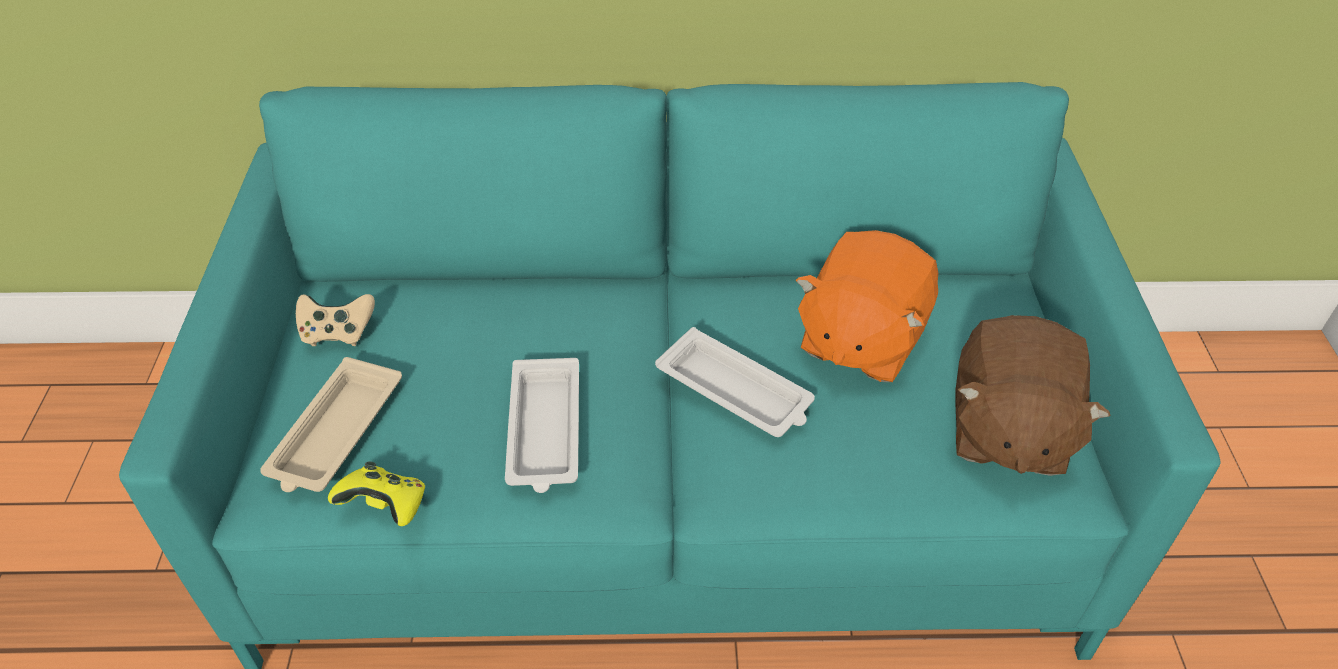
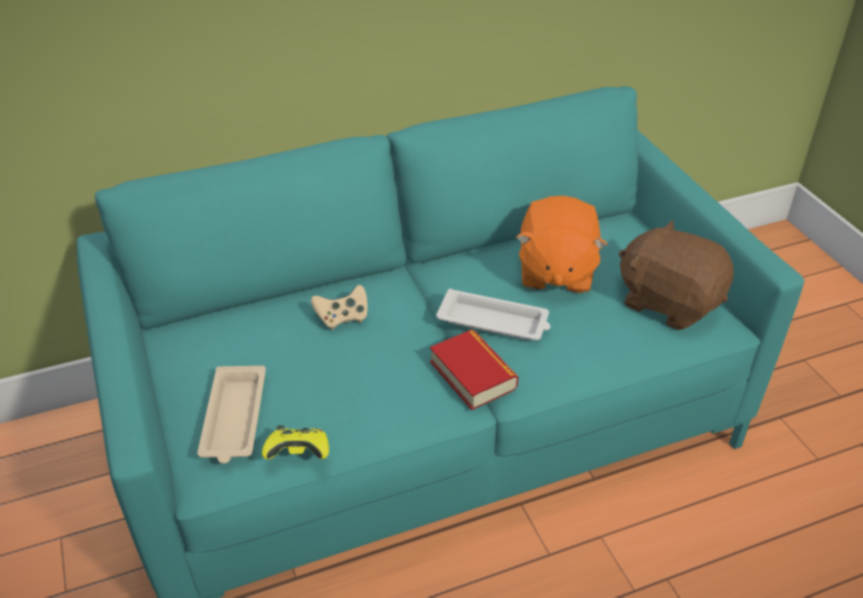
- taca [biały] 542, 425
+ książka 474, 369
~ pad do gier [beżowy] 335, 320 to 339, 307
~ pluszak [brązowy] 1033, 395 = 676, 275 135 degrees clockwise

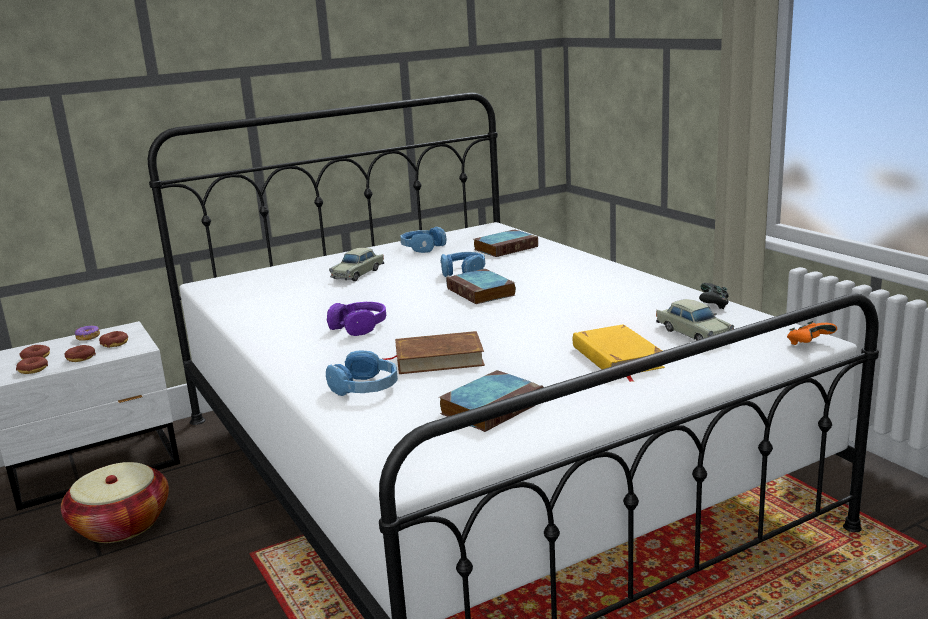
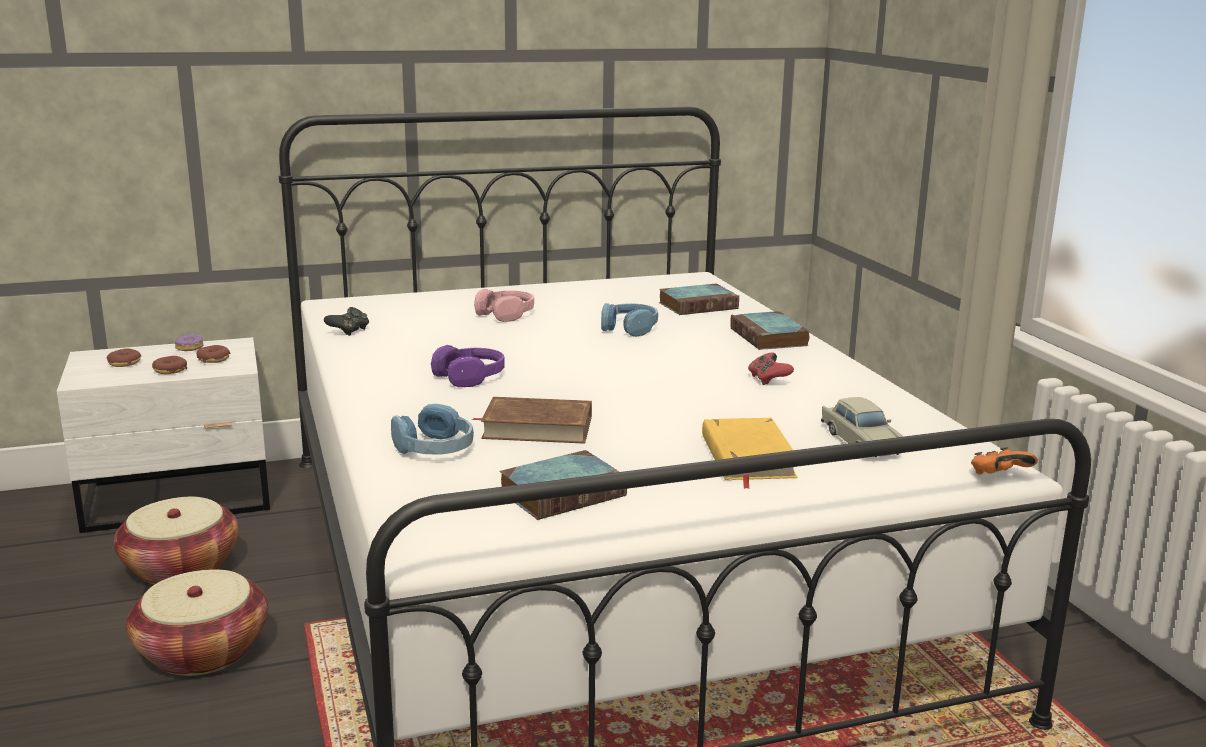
- donut 32, 365
- słuchawki [niebieski] 423, 240
+ koszyk 197, 622
+ pad do gier [czerwony] 771, 369
~ książka 481, 286 to 769, 330
~ pad do gier [czarny] 714, 296 to 346, 321
~ samochodzik [beżowy] 356, 264 to słuchawki [różowy] 504, 305

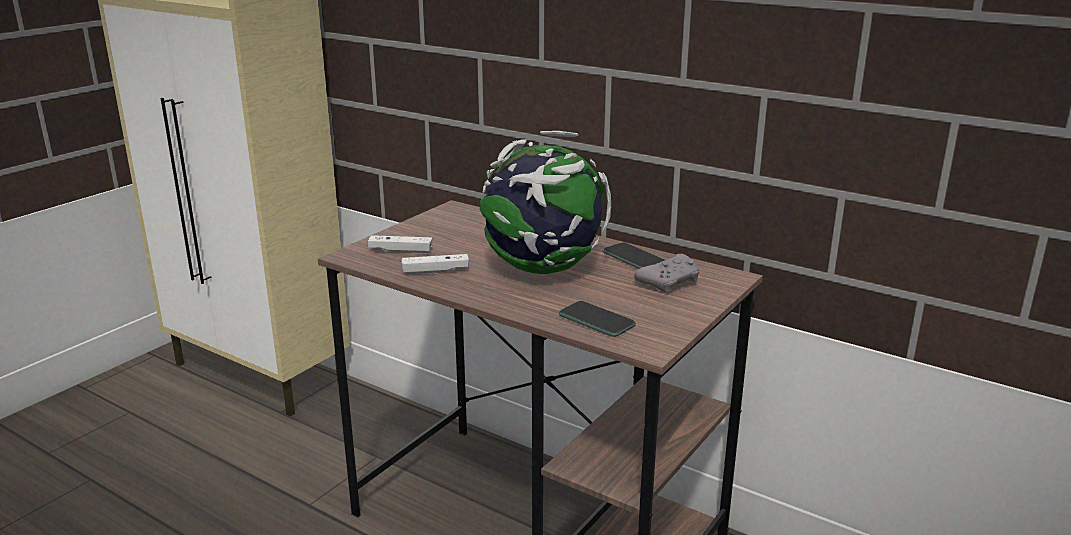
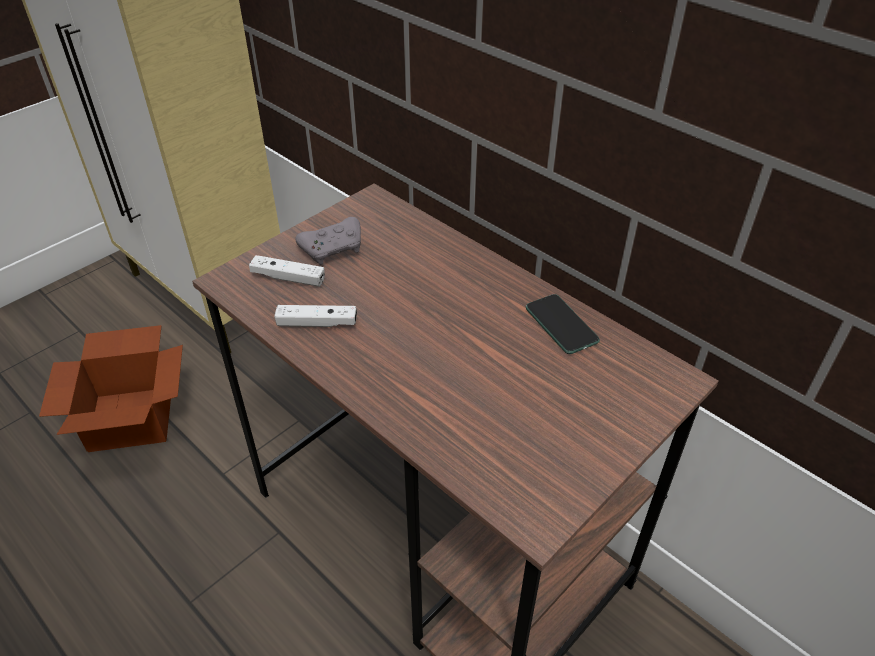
- globus 545, 202
- telefon 597, 319
+ karton 111, 388
~ pad do gier [szary] 667, 273 to 328, 241

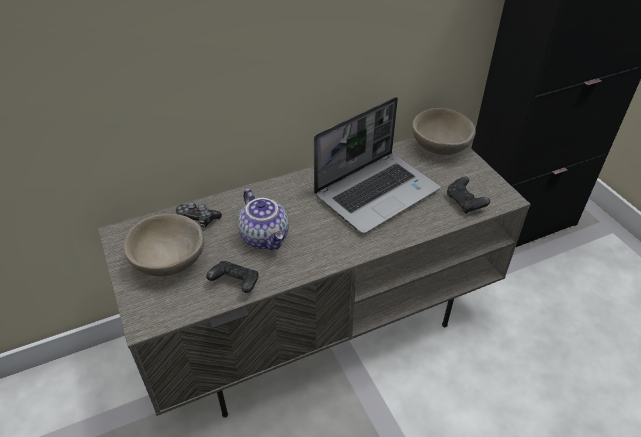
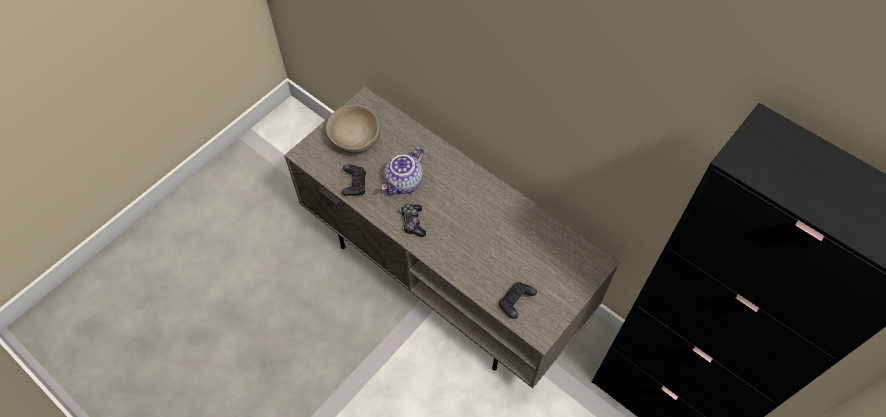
- laptop 377, 165
- miska [beżowy] 444, 131
~ pad do gier 199, 215 to 413, 220

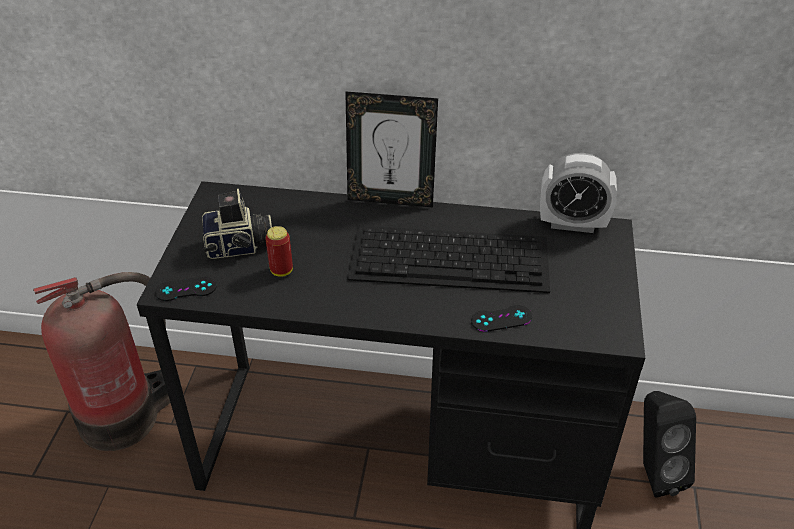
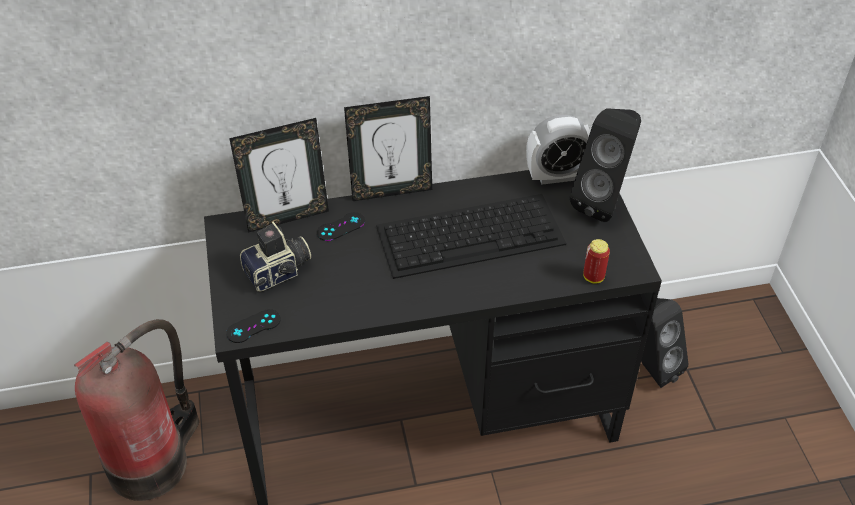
+ ramka na zdjęcie 279, 175
+ głośnik [czarny] 605, 165
~ puszka 279, 251 to 596, 261
~ pad do gier [czarny] 501, 318 to 341, 226

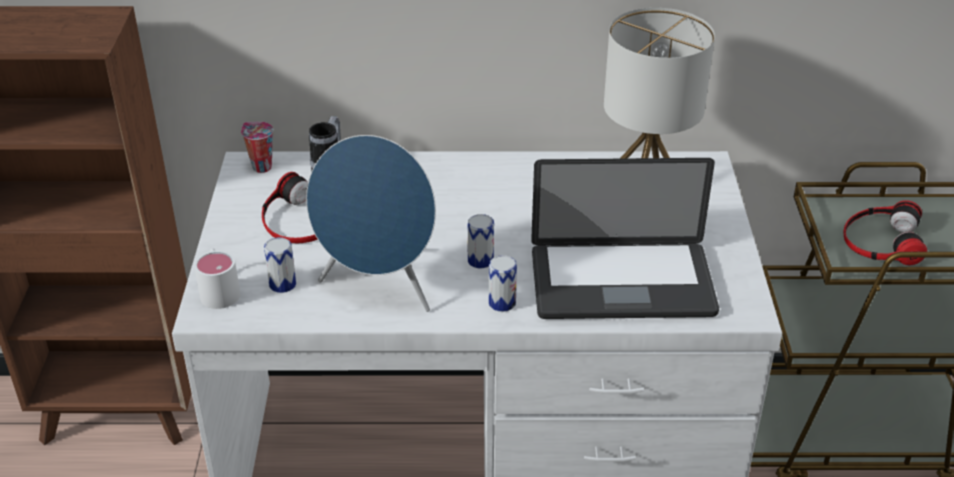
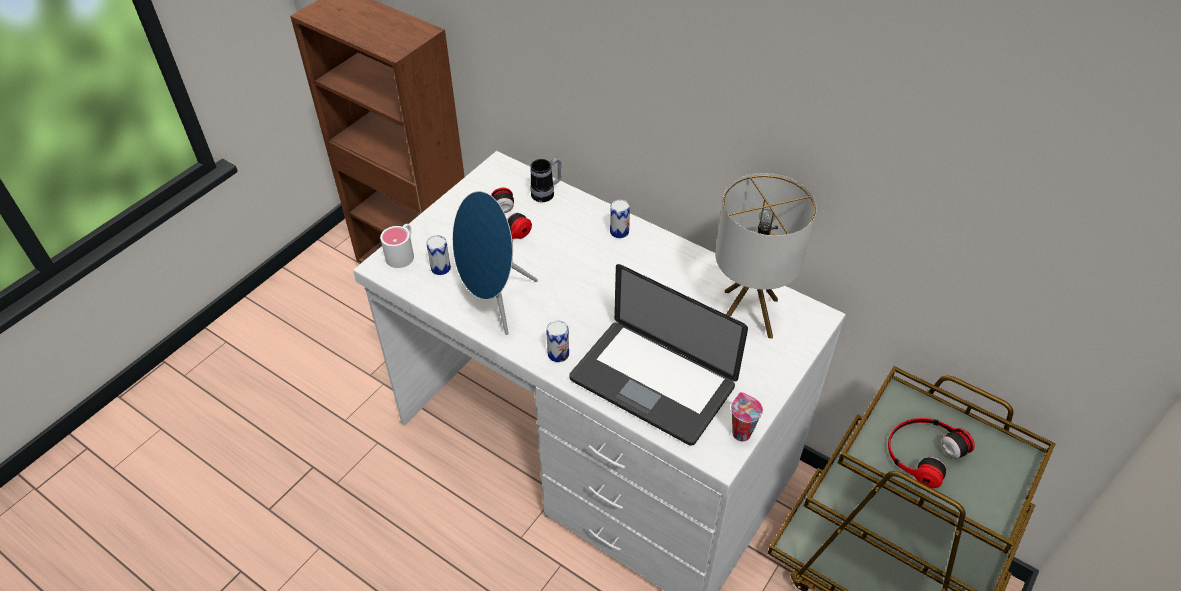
~ filiżanka 257, 147 to 747, 416
~ puszka 480, 241 to 620, 219

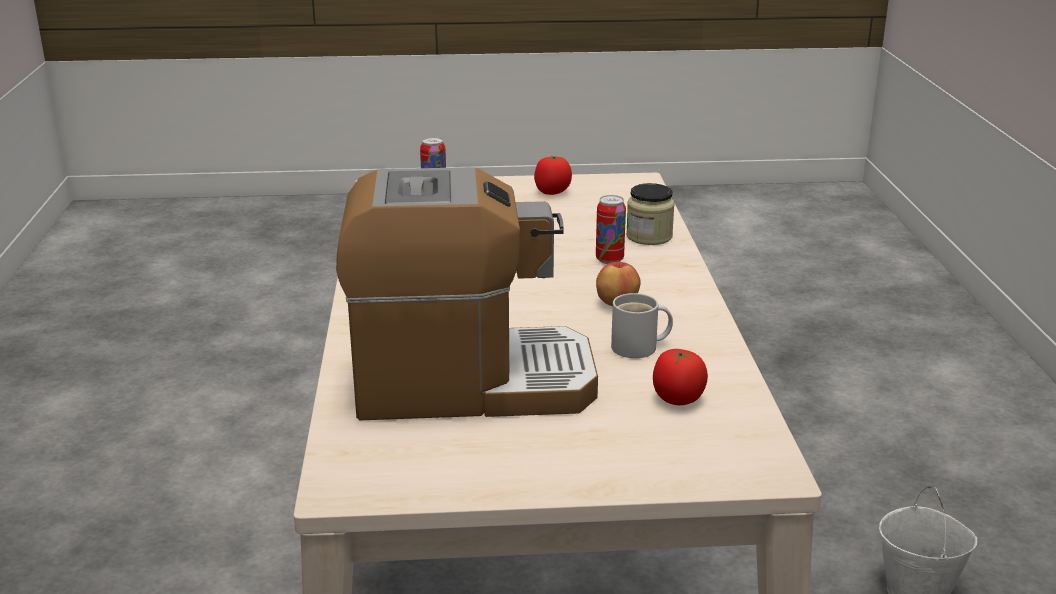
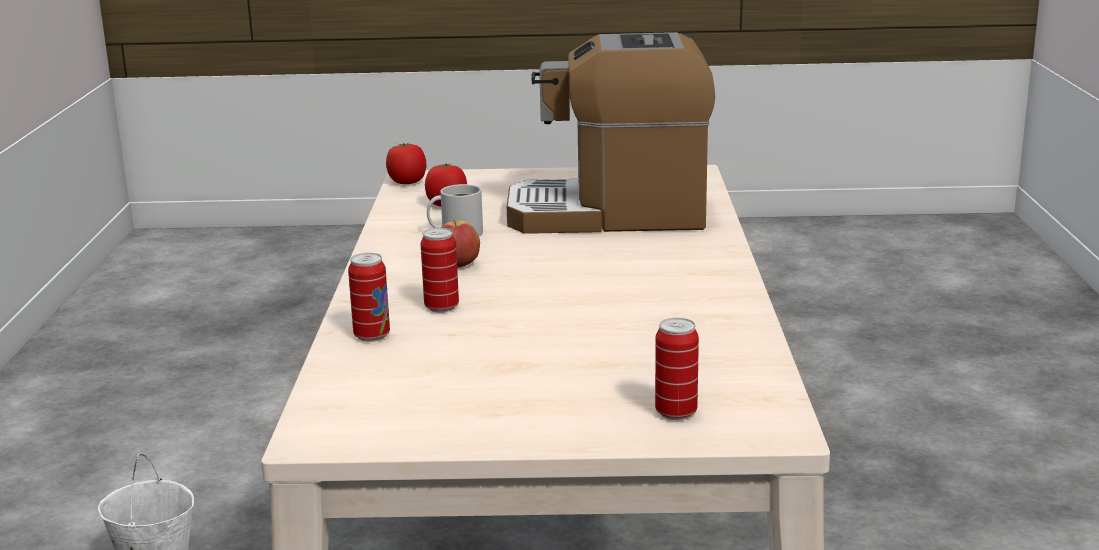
~ pomidor 553, 175 to 406, 163
~ słoik 650, 214 to puszka 369, 297

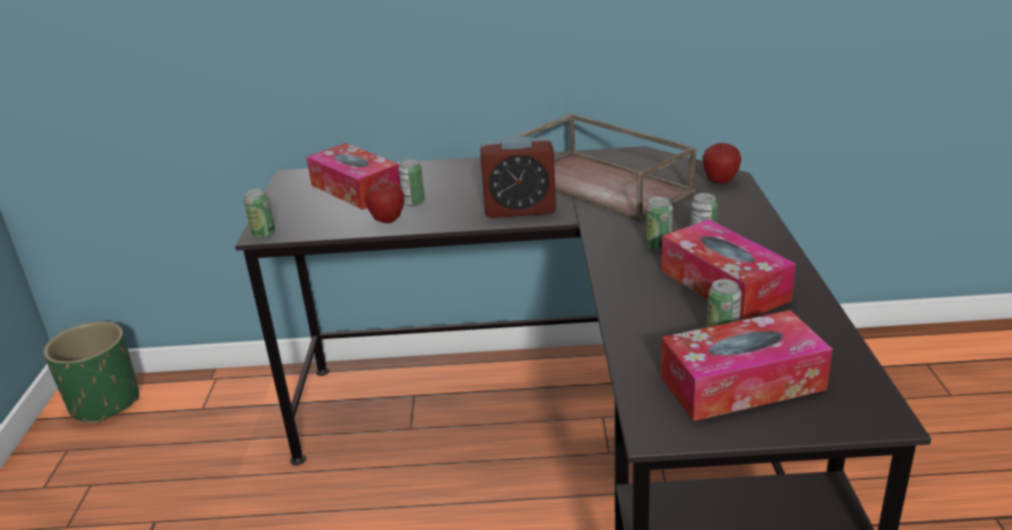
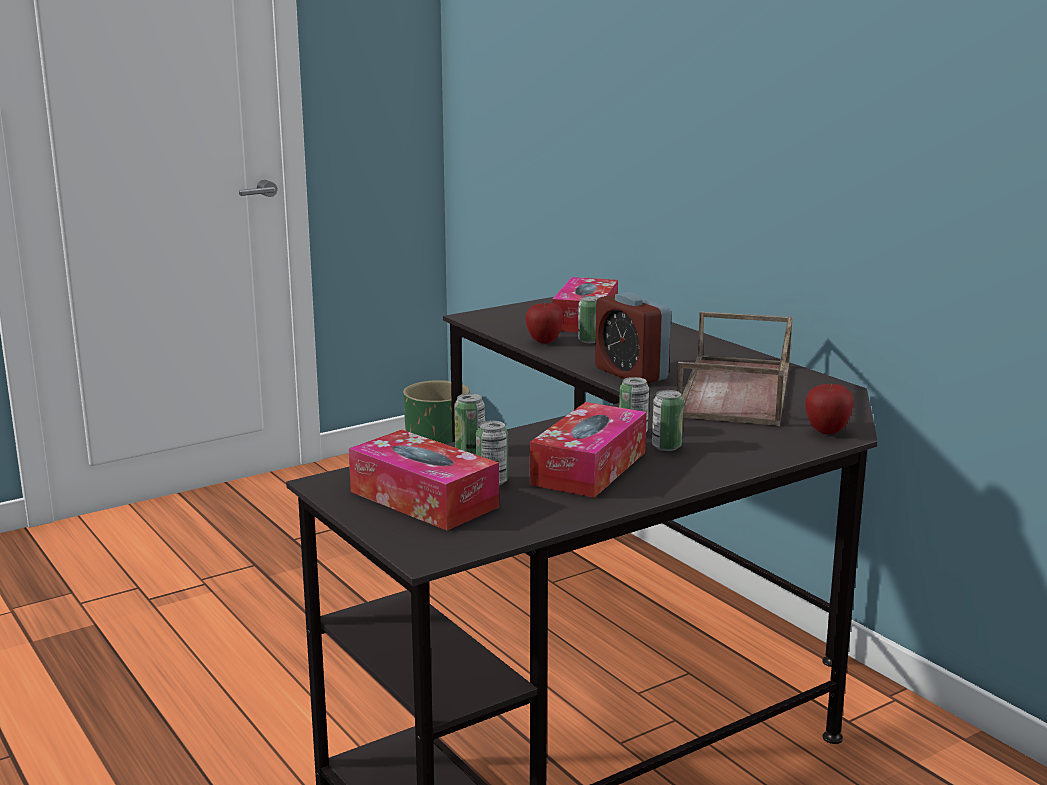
~ puszka 260, 213 to 469, 424

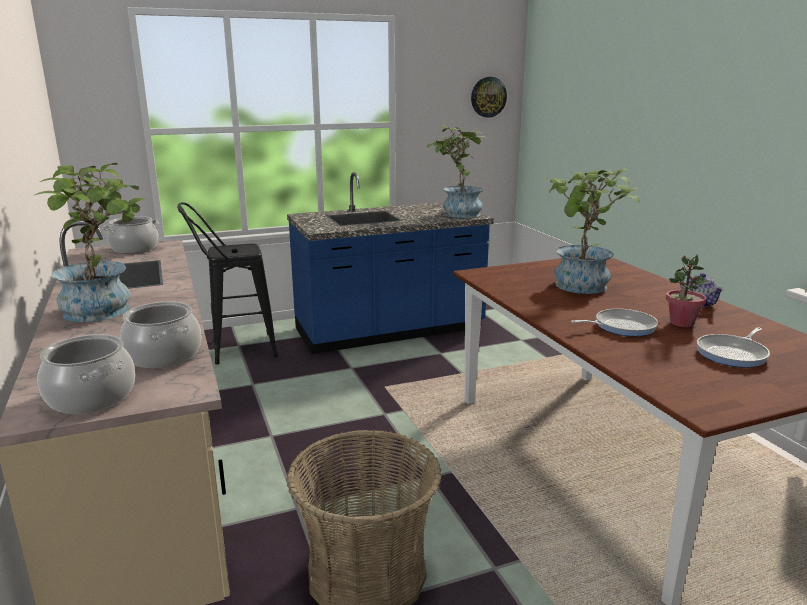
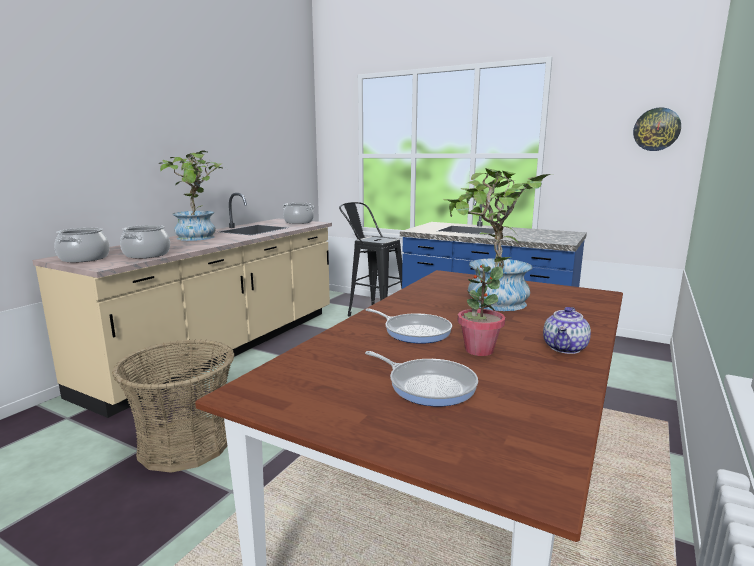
- roślina doniczkowa 456, 171
~ patelnia 733, 347 = 421, 379 150 degrees counterclockwise

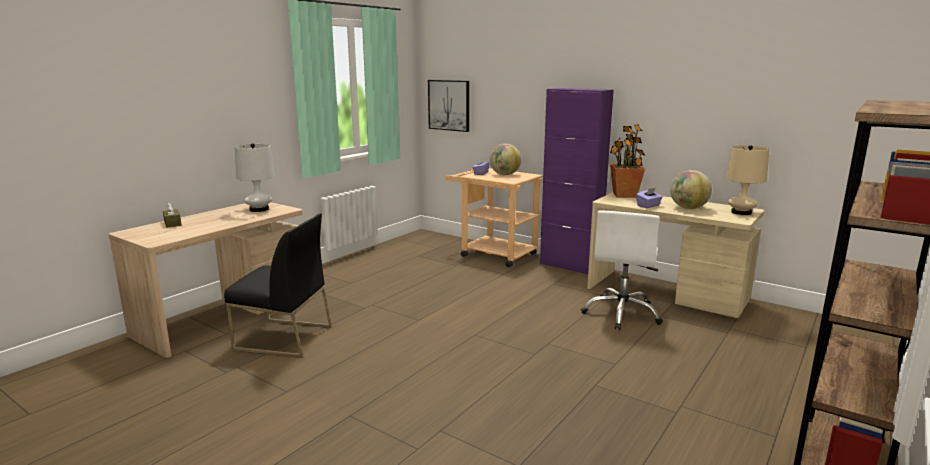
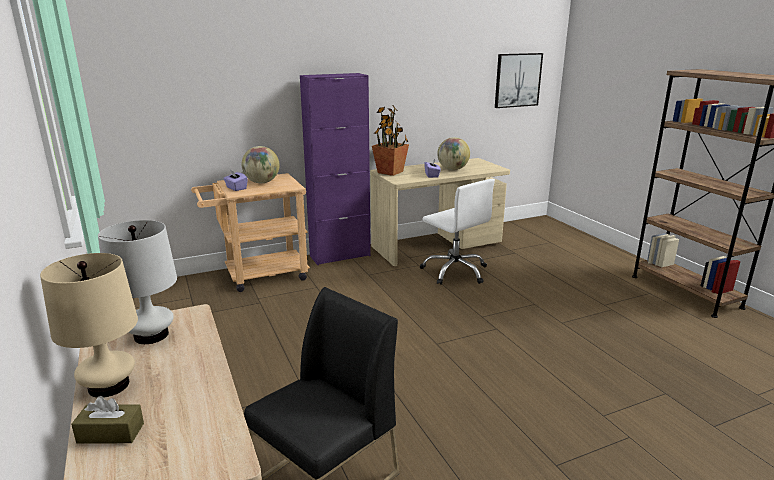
~ obraz 448, 106 to 519, 80
~ lampa stołowa [beżowy] 748, 180 to 89, 325

